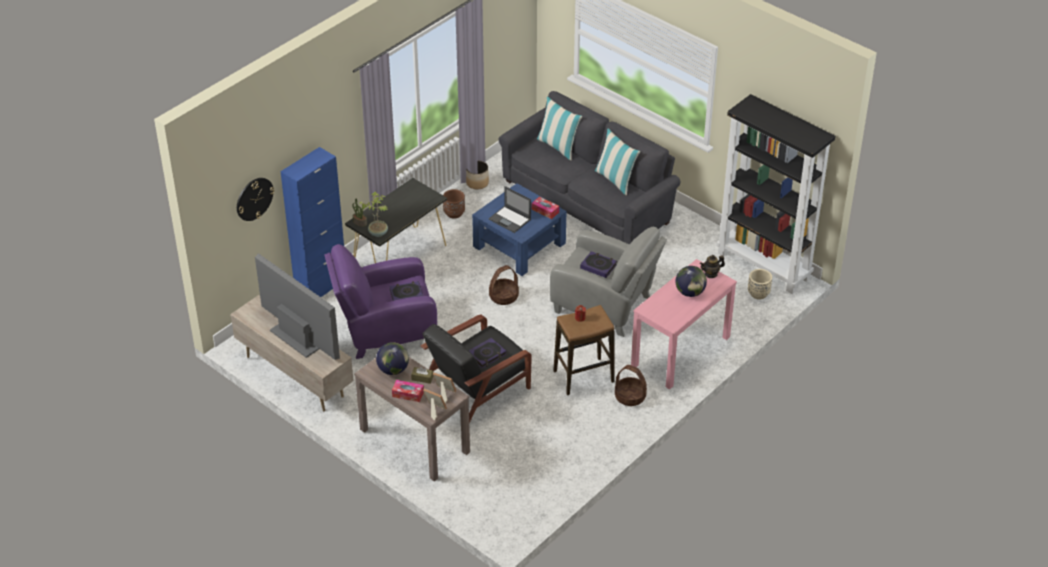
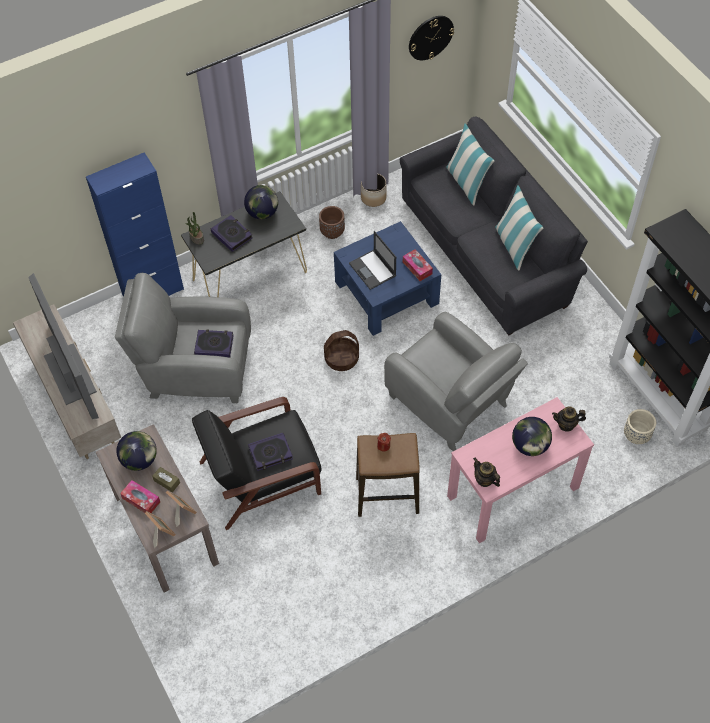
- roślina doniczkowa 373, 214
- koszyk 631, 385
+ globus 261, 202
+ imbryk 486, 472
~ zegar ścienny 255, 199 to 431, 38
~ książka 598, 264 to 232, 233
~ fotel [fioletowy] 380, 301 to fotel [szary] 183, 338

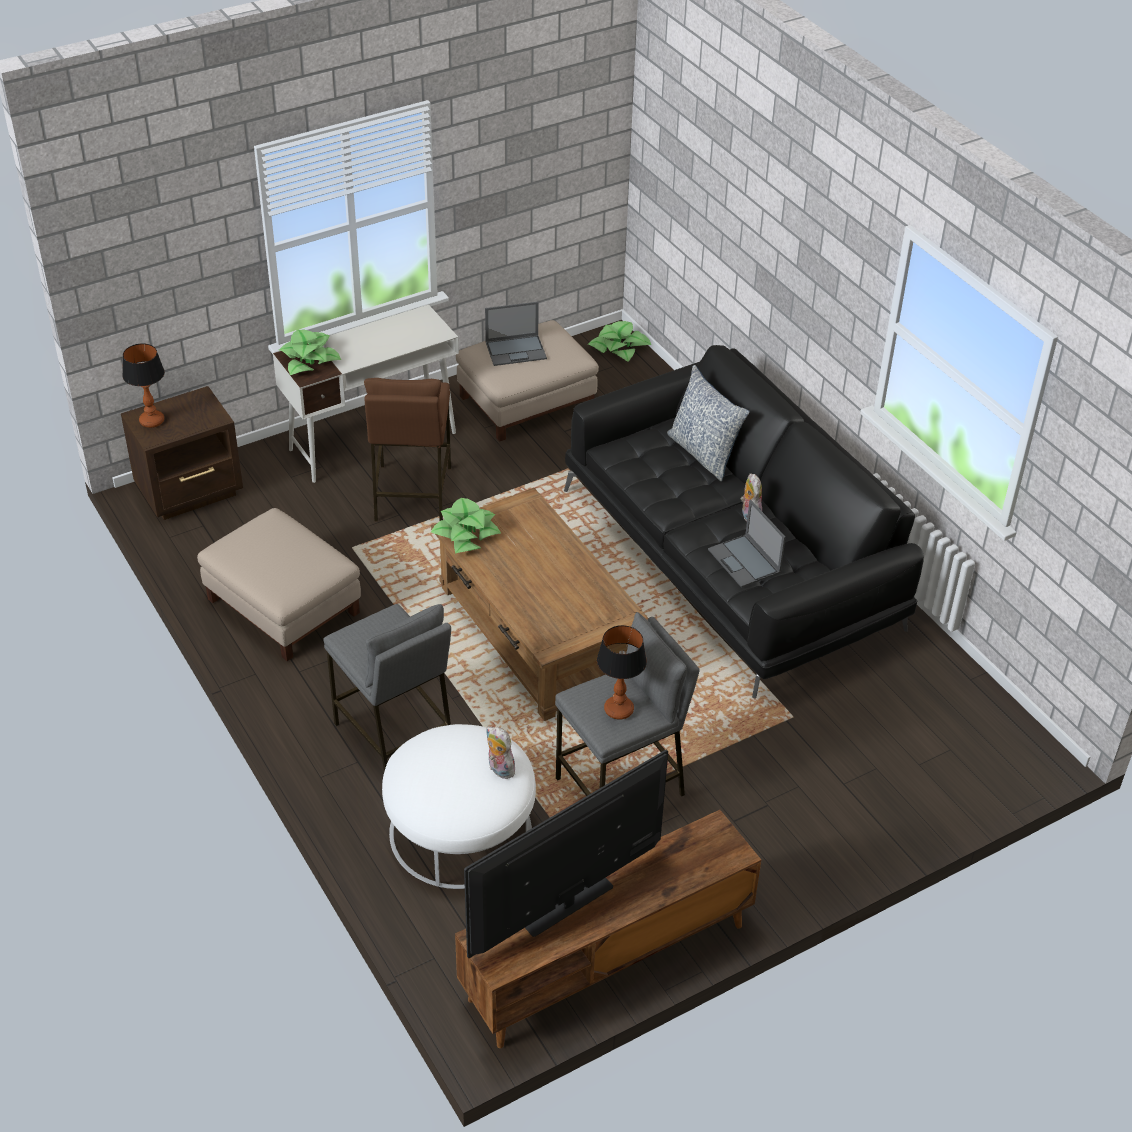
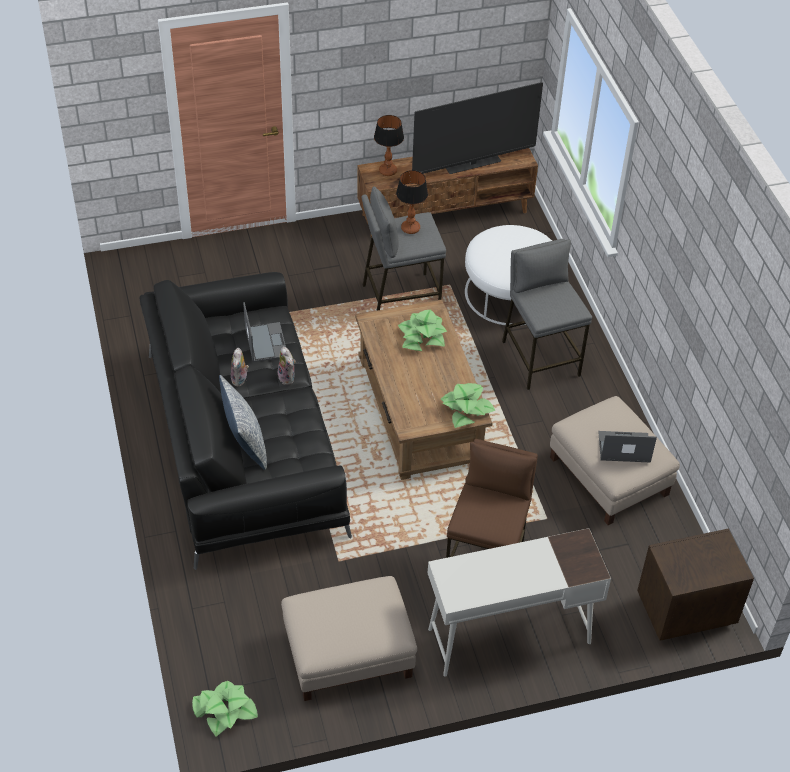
~ lampa stołowa 143, 386 to 389, 145
~ roślina doniczkowa 310, 352 to 422, 330
~ laptop 516, 334 to 627, 447
~ pluszak 501, 752 to 287, 366

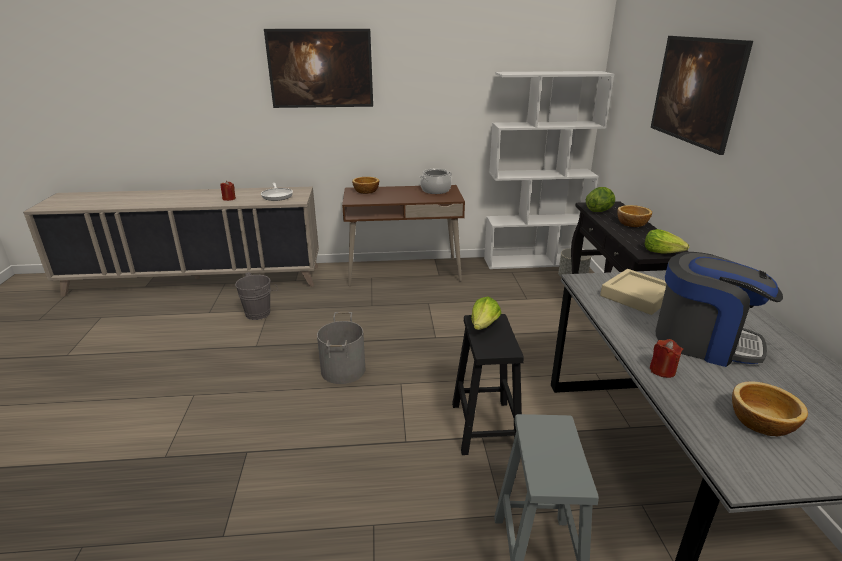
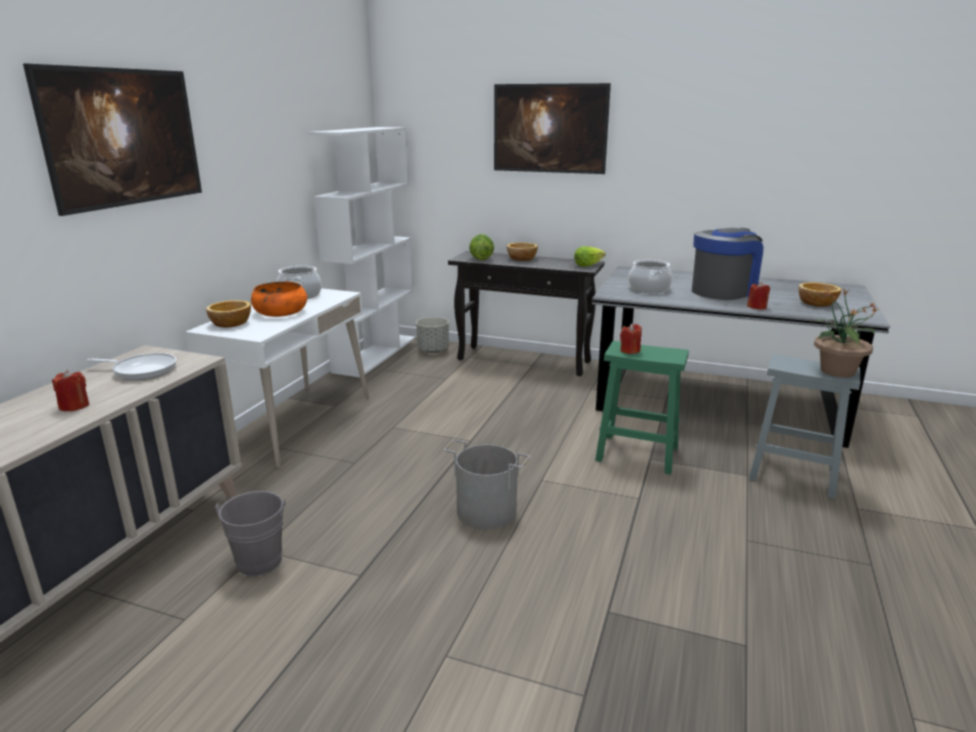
+ miska [pomarańczowy] 279, 299
+ roślina doniczkowa 845, 333
~ sałata 486, 313 to świeca [czerwony] 631, 339
~ taca [beżowy] 633, 292 to garnek 650, 276
~ biurko [brązowy] 403, 235 to biurko [biały] 277, 378
~ stołek [czarny] 488, 384 to stołek [zielony] 642, 408

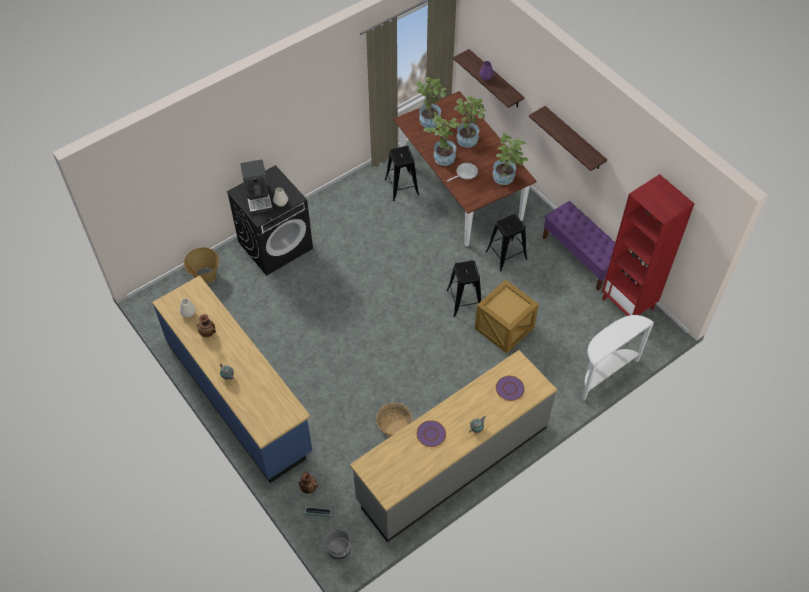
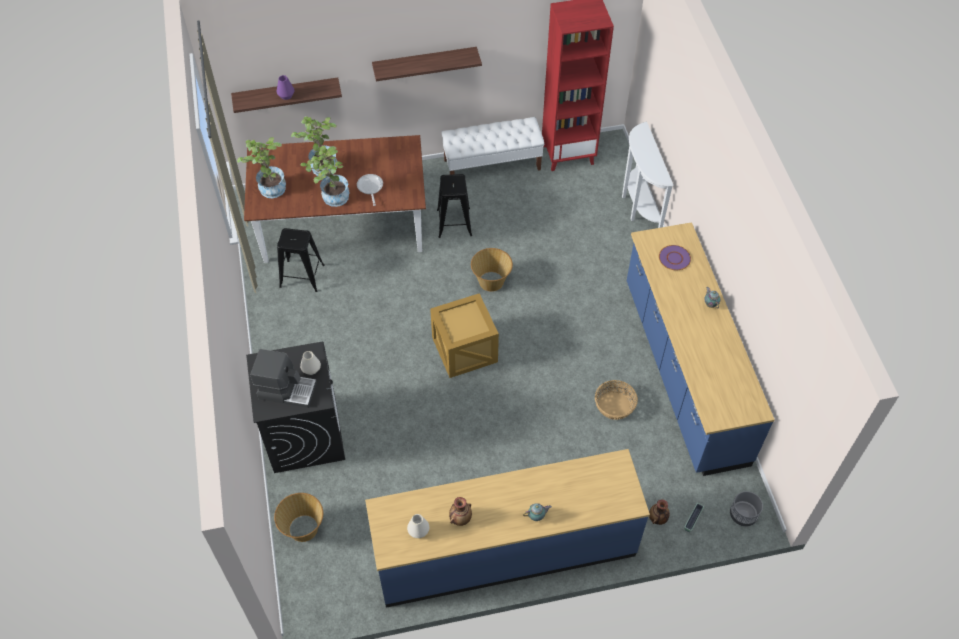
- talerz [fioletowy] 431, 433
- roślina doniczkowa 510, 158
~ skrzynka 507, 316 to 464, 335
~ stołek [czarny] 463, 288 to koszyk 492, 270
~ zabudowa kuchenna [szary] 453, 446 to zabudowa kuchenna [niebieski] 701, 349
~ ławka [fioletowy] 579, 246 to ławka [biały] 492, 150

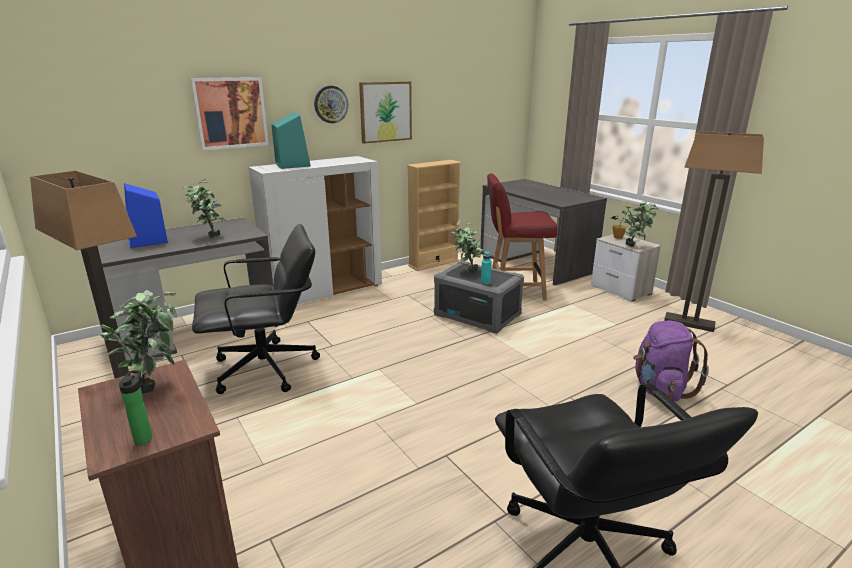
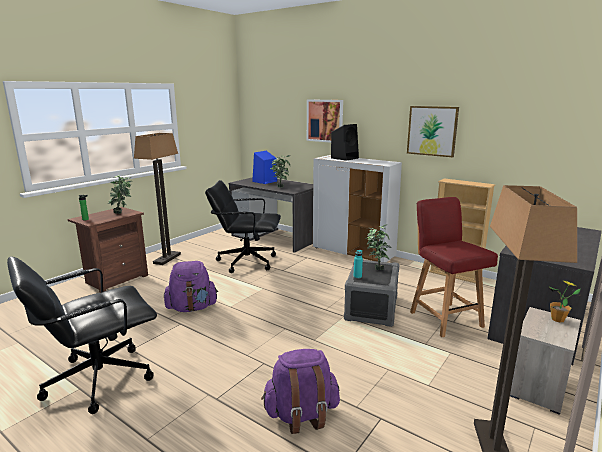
- zegar ścienny 331, 104
- roślina doniczkowa 640, 224
+ plecak [fioletowy] 191, 286
~ głośnik [turkusowy] 291, 140 to głośnik [czarny] 345, 142
~ krzesło biurowe [czarny] 256, 309 = 243, 226 135 degrees clockwise

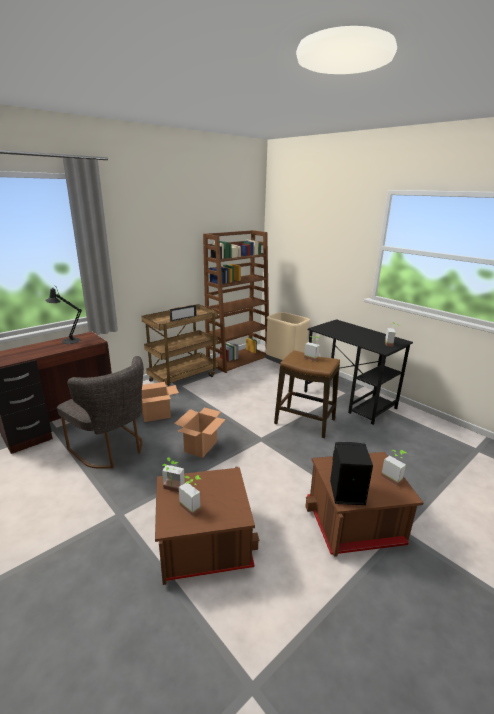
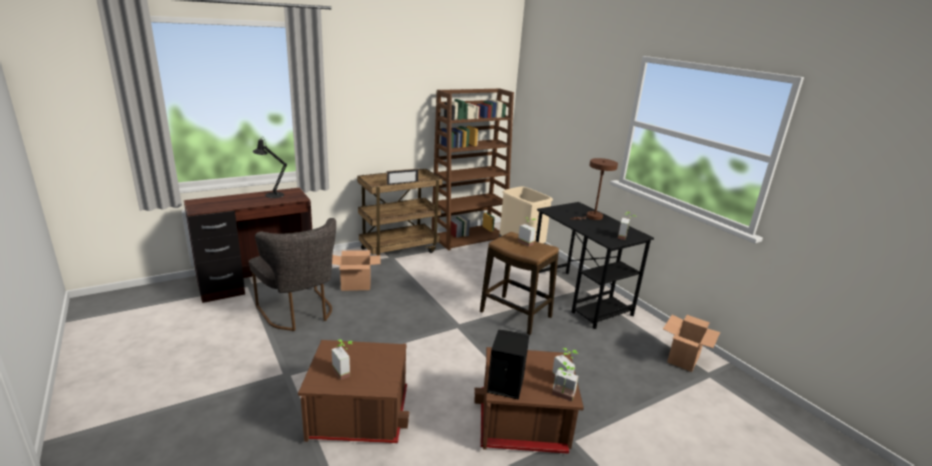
+ lampa stołowa [brązowy] 594, 189
~ roślina doniczkowa 173, 474 to 565, 381
~ karton 200, 432 to 691, 343

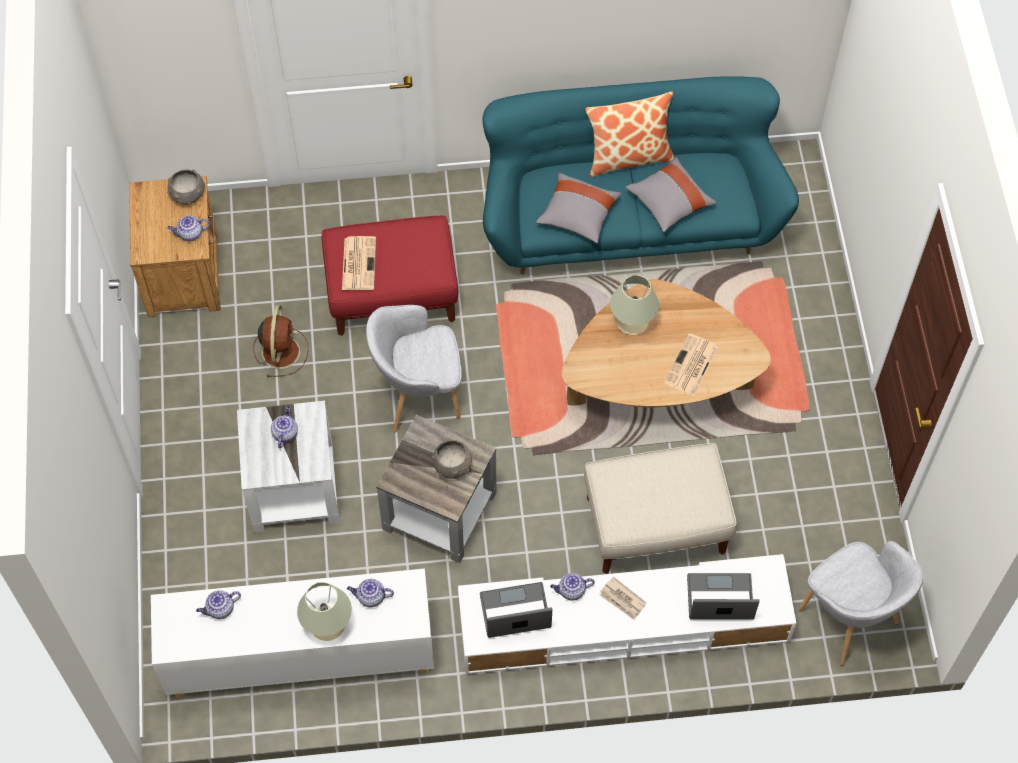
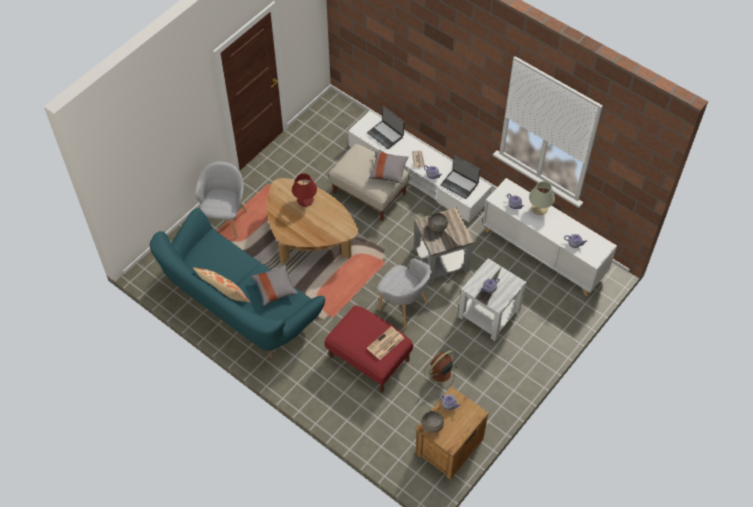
- lampa stołowa [beżowy] 634, 305
~ poduszka [szary] 671, 194 to 388, 167
~ fotel [szary] 860, 603 to 221, 200
~ gazeta 691, 364 to lampa stołowa [czerwony] 304, 190

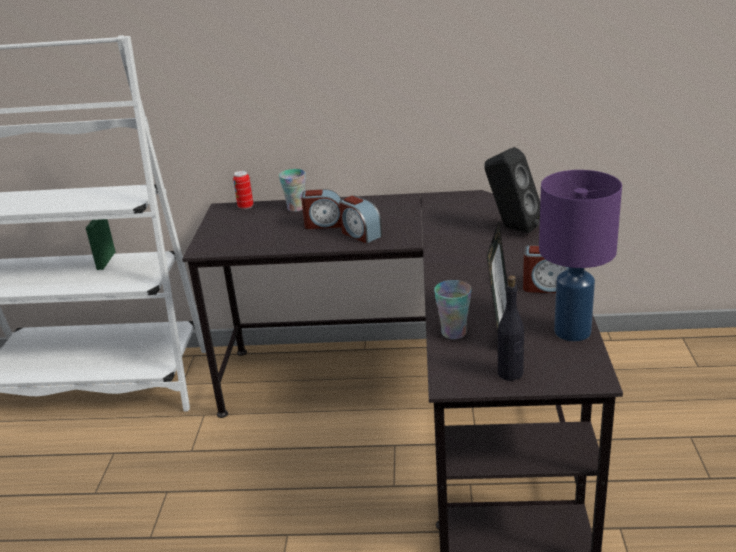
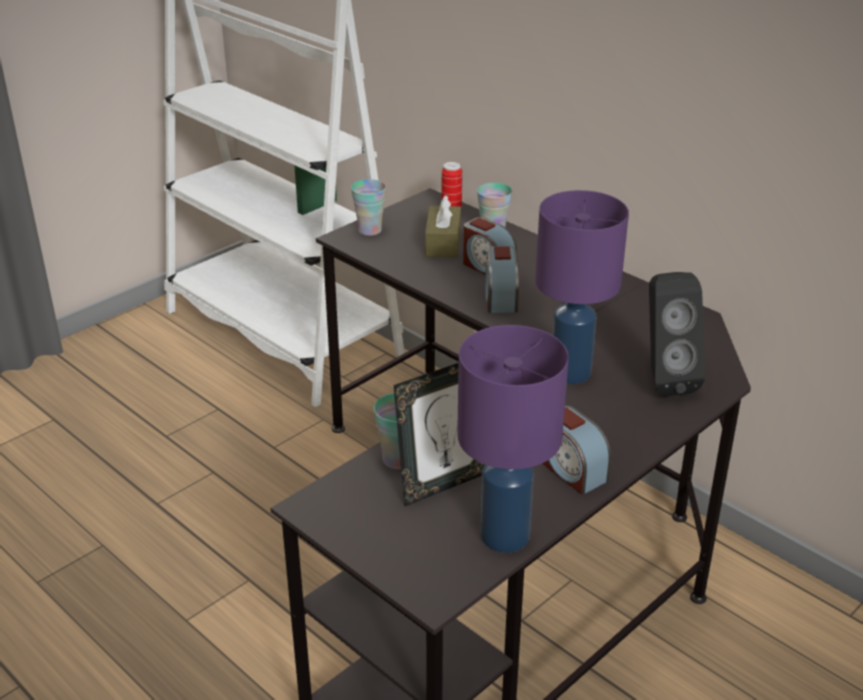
- butelka [czarny] 511, 328
+ filiżanka 368, 207
+ pudełko chusteczek [brązowy] 443, 226
+ lampa stołowa [fioletowy] 582, 287

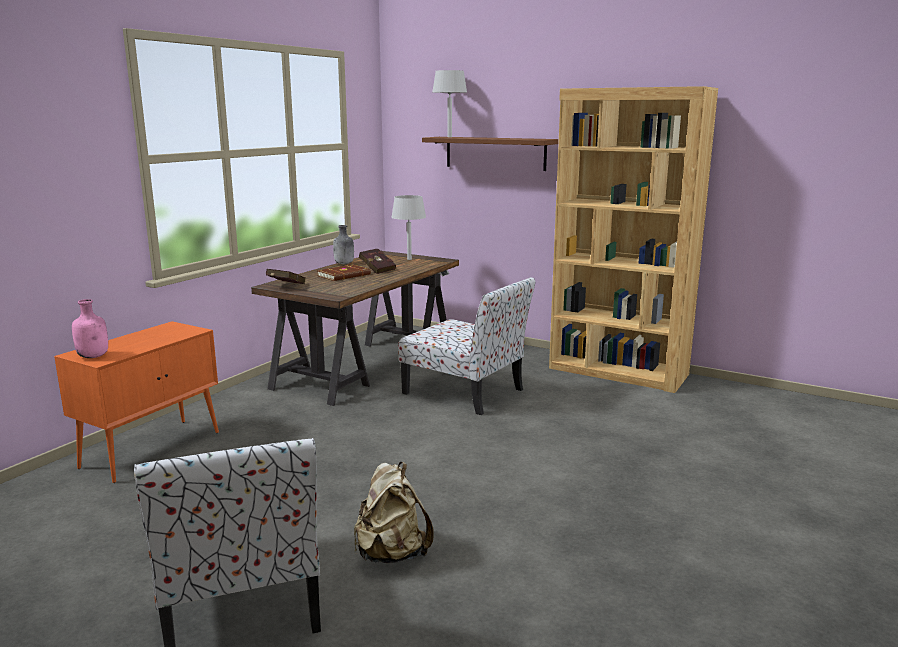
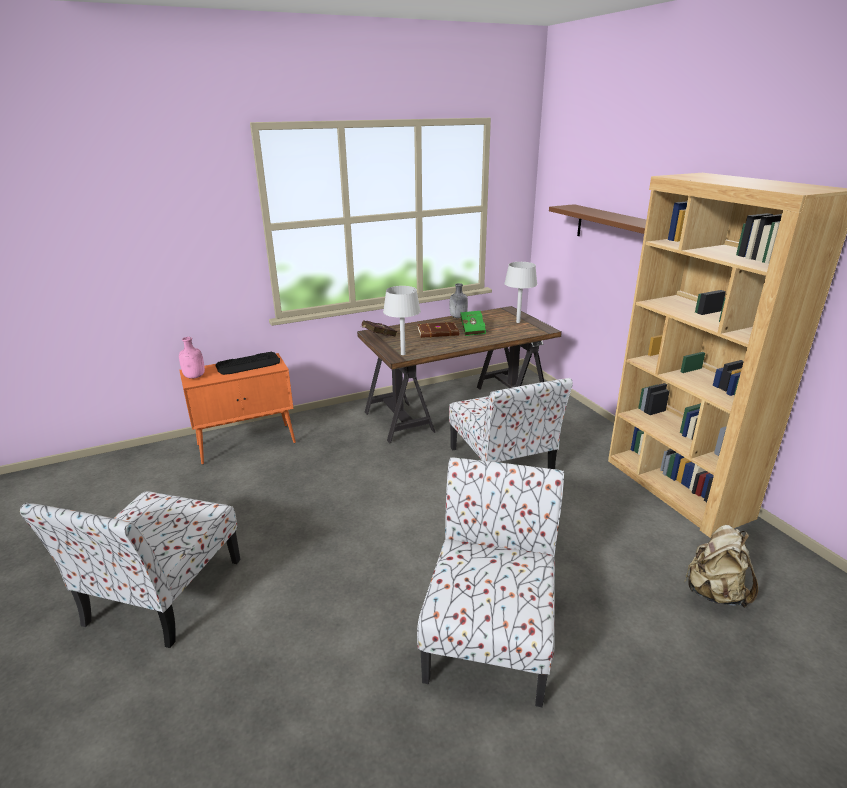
+ klawiatura 247, 363
+ krzesło 490, 582
~ plecak [beżowy] 394, 512 to 721, 566
~ lampa stołowa [szary] 449, 103 to 402, 320
~ książka [czerwony] 377, 261 to książka [zielony] 473, 323

